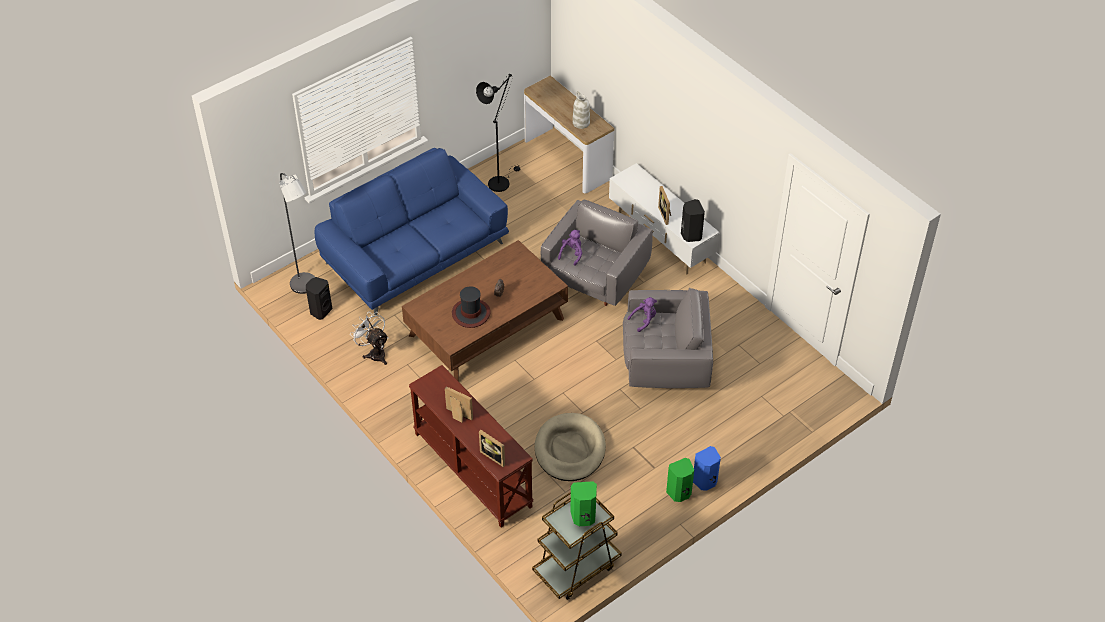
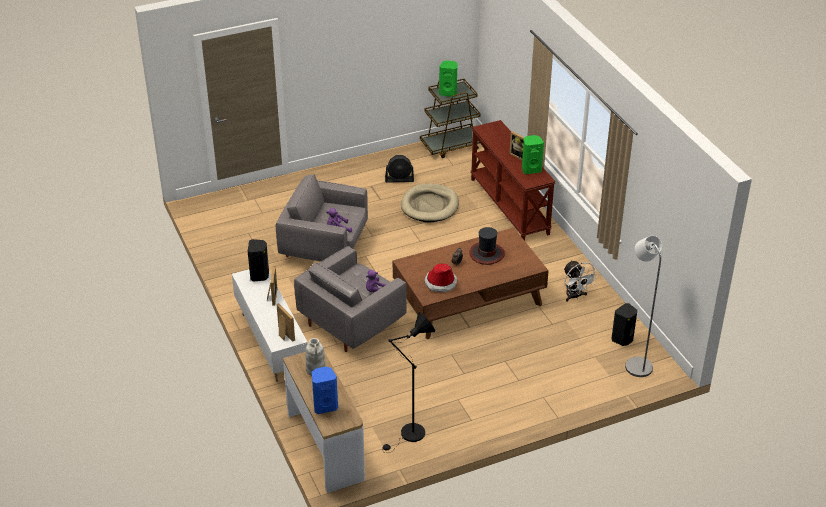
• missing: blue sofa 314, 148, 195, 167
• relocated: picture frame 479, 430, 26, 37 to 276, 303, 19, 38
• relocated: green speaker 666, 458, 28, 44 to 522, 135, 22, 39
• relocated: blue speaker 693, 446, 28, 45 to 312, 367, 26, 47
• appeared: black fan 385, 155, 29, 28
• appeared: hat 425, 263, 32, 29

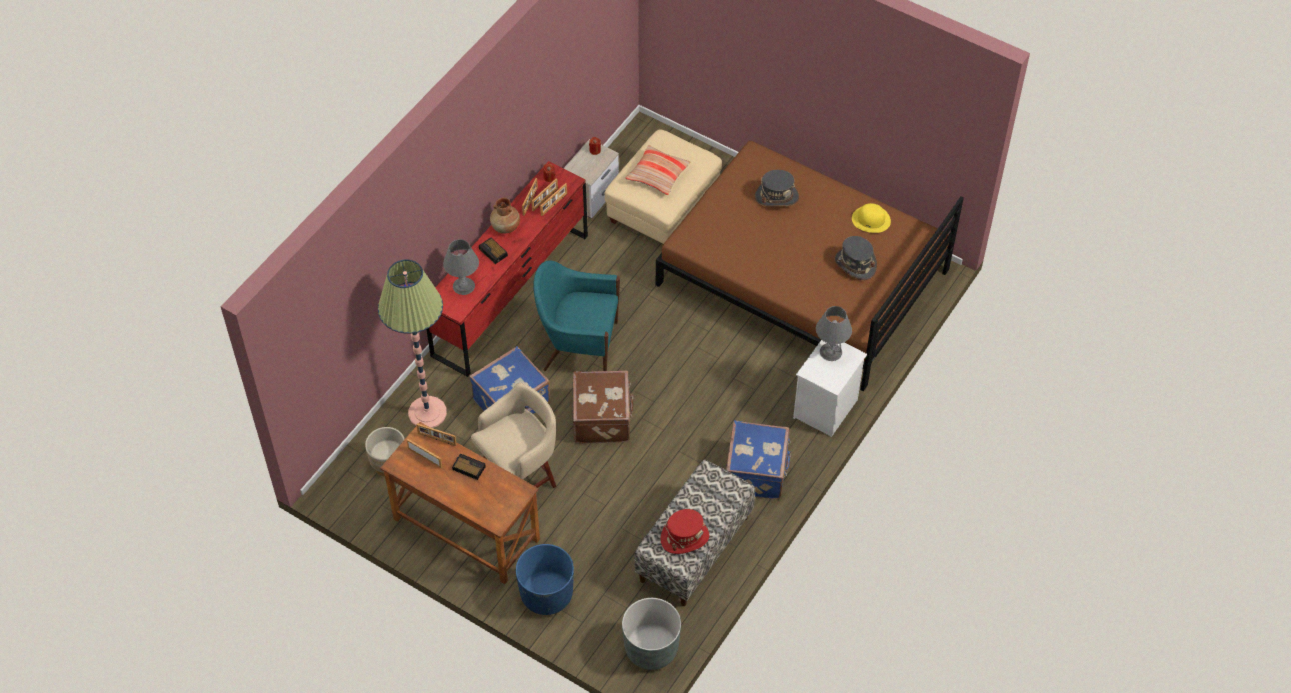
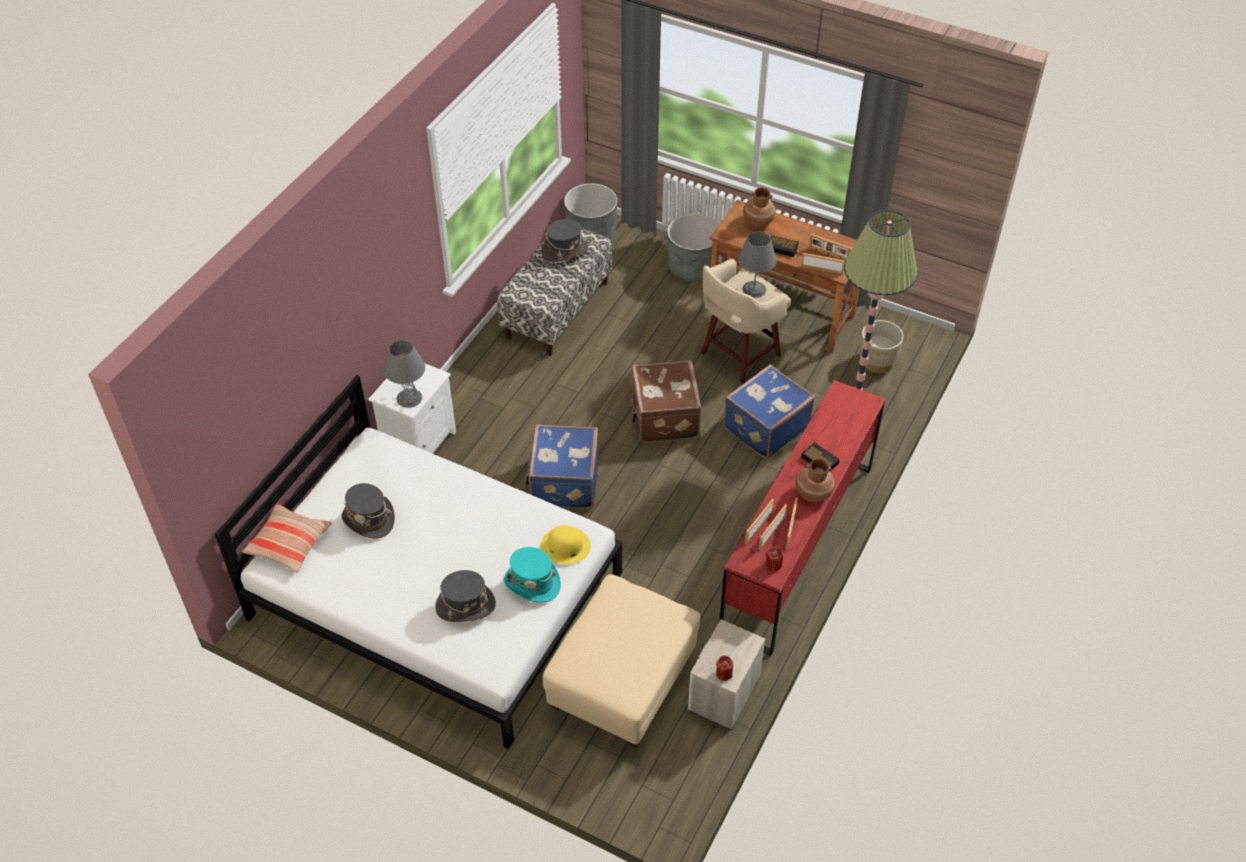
• relocated: grey table lamp 443, 239, 36, 56 to 738, 232, 39, 66
• colour: blue planter 516, 544, 58, 71 to grey planter 667, 214, 52, 68
• missing: turquoise armchair 533, 260, 87, 111
• relocated: pillow 625, 145, 65, 50 to 242, 504, 90, 69
• colour: brown bed 656, 141, 308, 250 to white bed 215, 375, 407, 374
• colour: red hat 660, 509, 49, 45 to grey hat 541, 219, 47, 43
• relocated: blue suitcase 726, 420, 66, 79 to 525, 424, 74, 85
• relocated: yellow hat 852, 203, 39, 30 to 540, 525, 51, 39
• appeared: turquoise hat 504, 547, 57, 55
• appeared: brown vase 743, 187, 33, 40

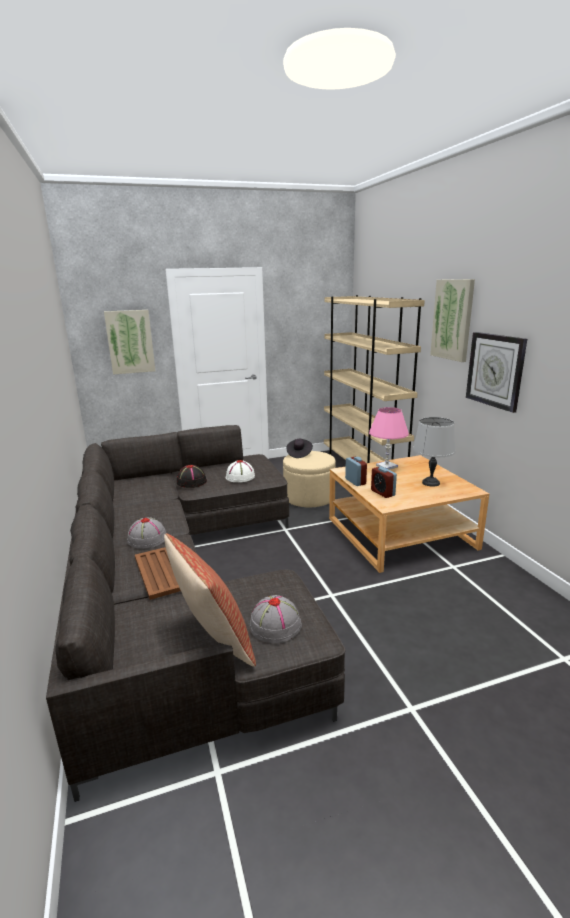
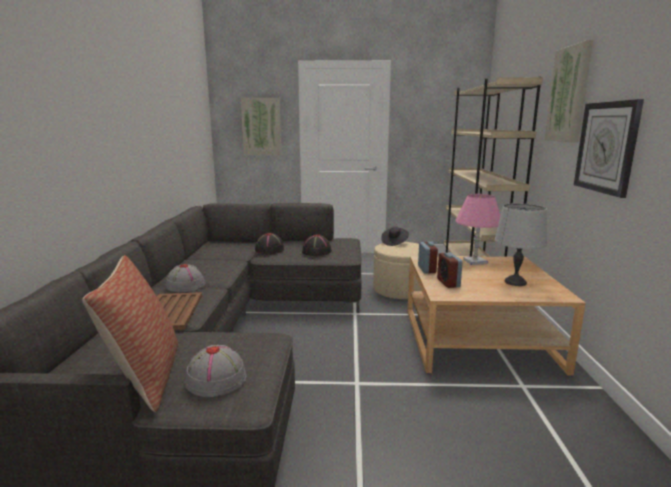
• colour: white hat 226, 460, 29, 22 to black hat 302, 234, 30, 22

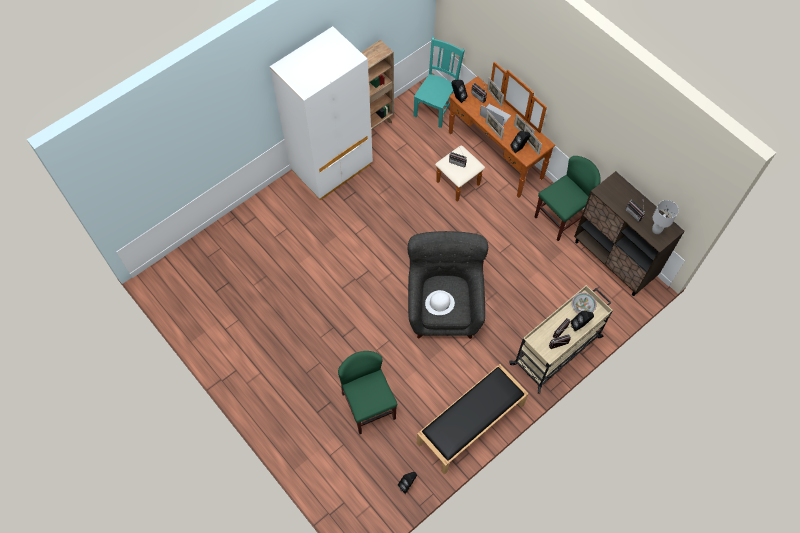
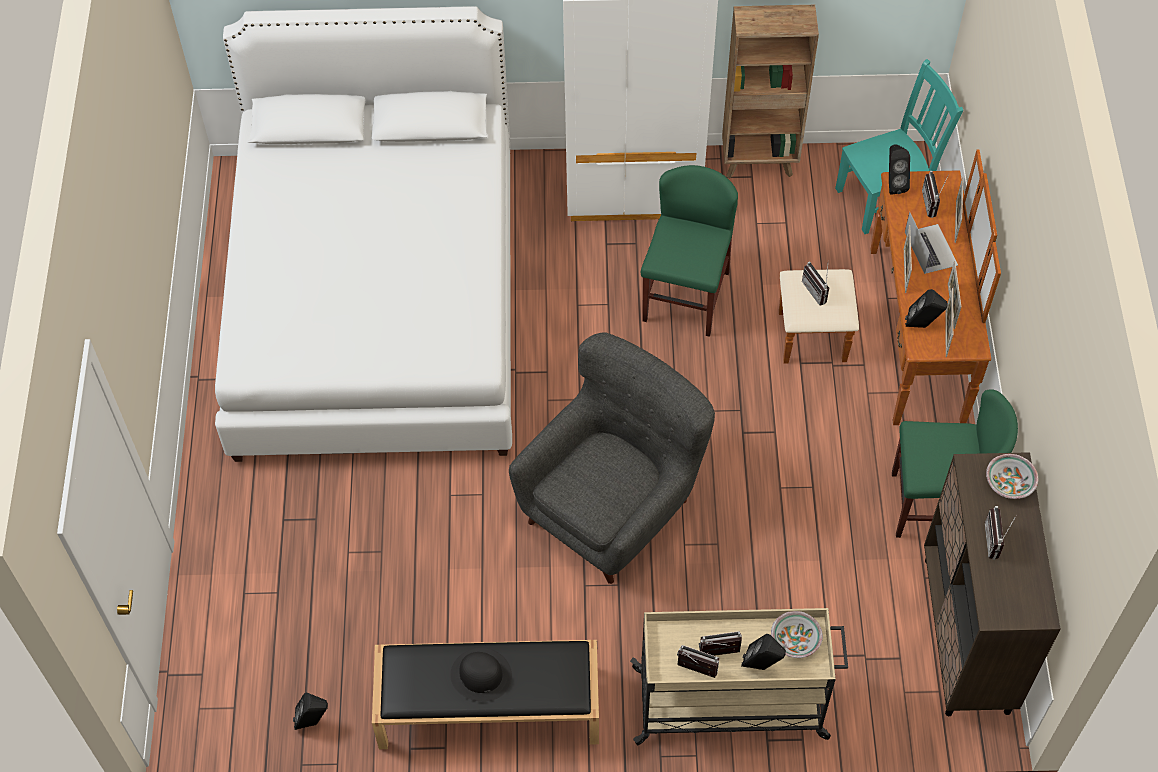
• relocated: green chair 338, 351, 59, 83 to 641, 165, 97, 172
• missing: white hat 425, 290, 30, 25
• missing: white table lamp 652, 200, 27, 34
• appeared: white bed 215, 6, 297, 456
• appeared: black hat 450, 648, 62, 54
• appeared: bowl 986, 454, 52, 45

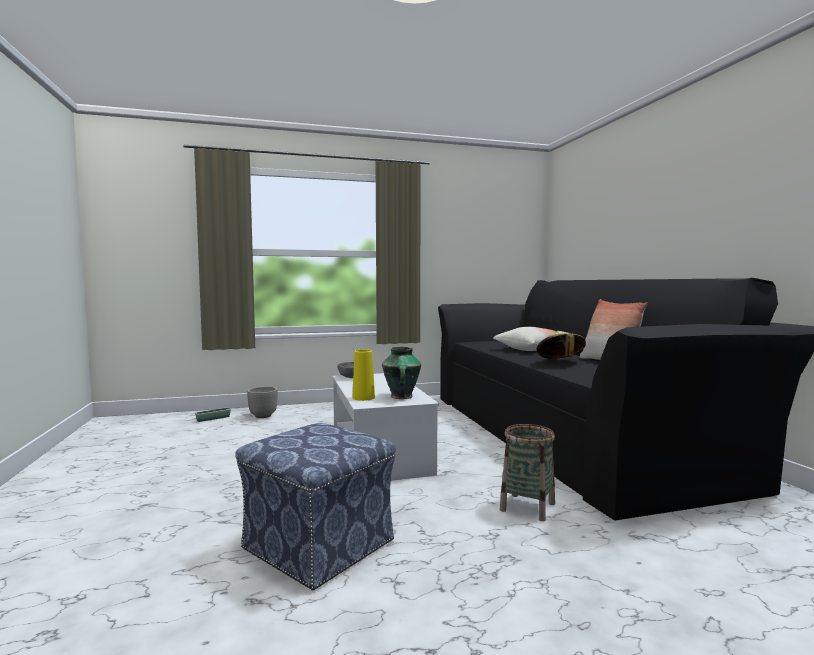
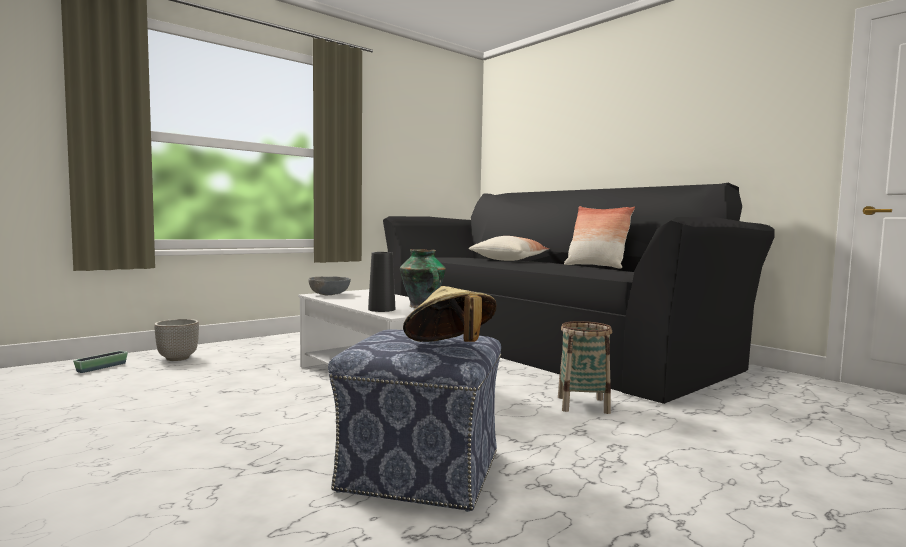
• colour: yellow vase 352, 350, 23, 51 to black vase 368, 252, 27, 60
• relocated: beige hat 537, 331, 49, 28 to 403, 286, 94, 56

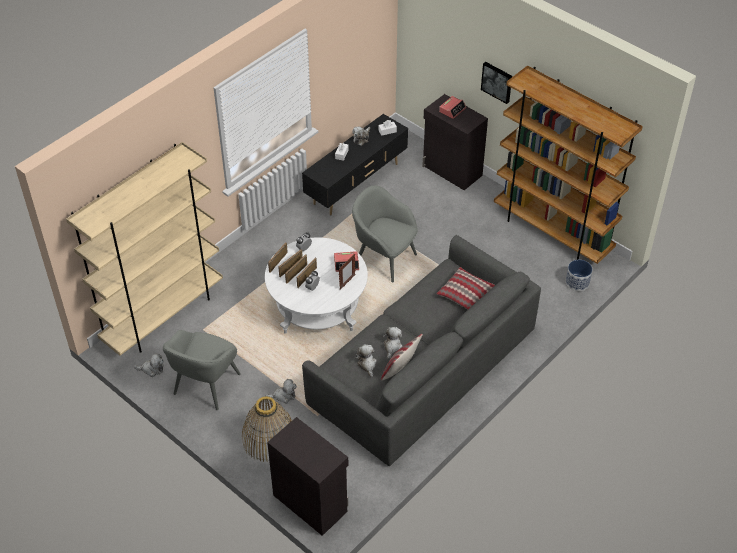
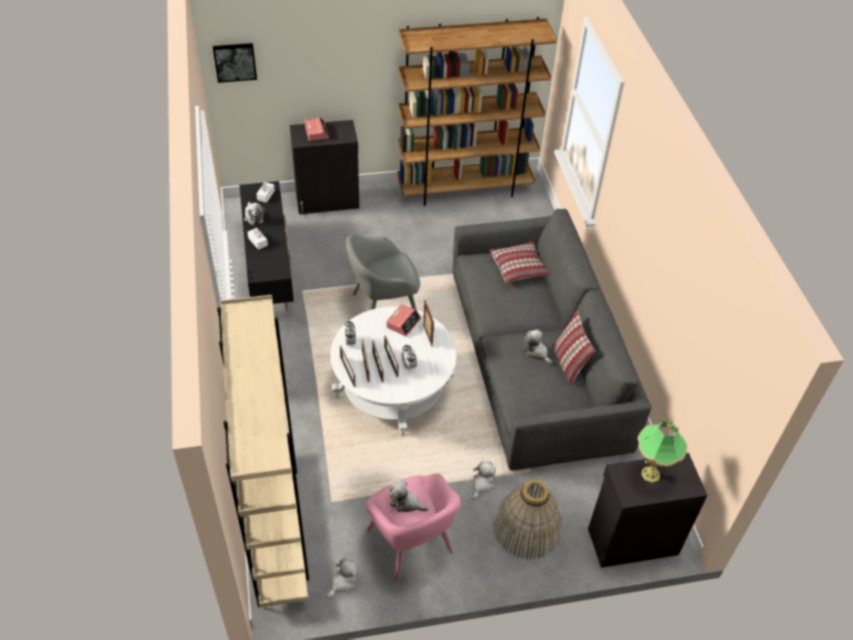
• colour: grey armchair 163, 330, 78, 80 to pink armchair 366, 474, 95, 108
• relocated: plush toy 355, 344, 22, 34 to 389, 480, 40, 32
• relocated: picture 481, 62, 31, 42 to 213, 43, 44, 40
• missing: planter 566, 260, 26, 31
• appeared: table lamp 637, 421, 50, 62

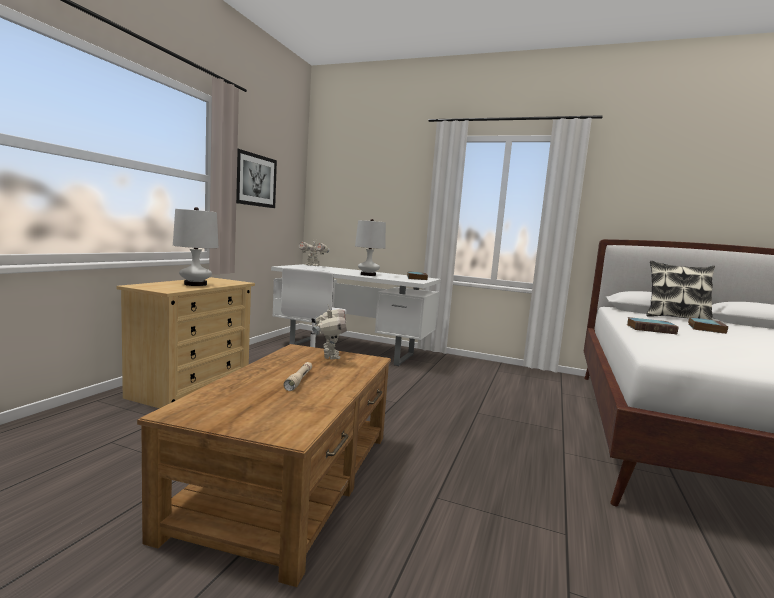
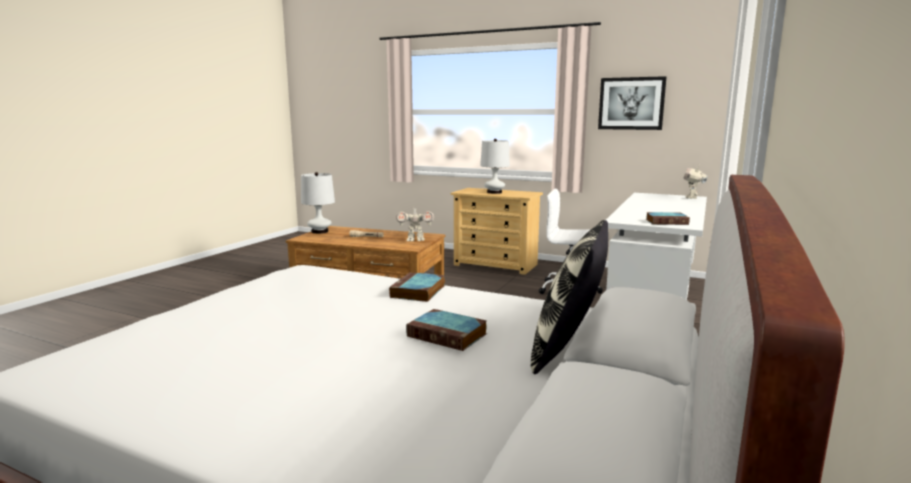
• relocated: white table lamp 355, 219, 31, 57 to 301, 172, 34, 62

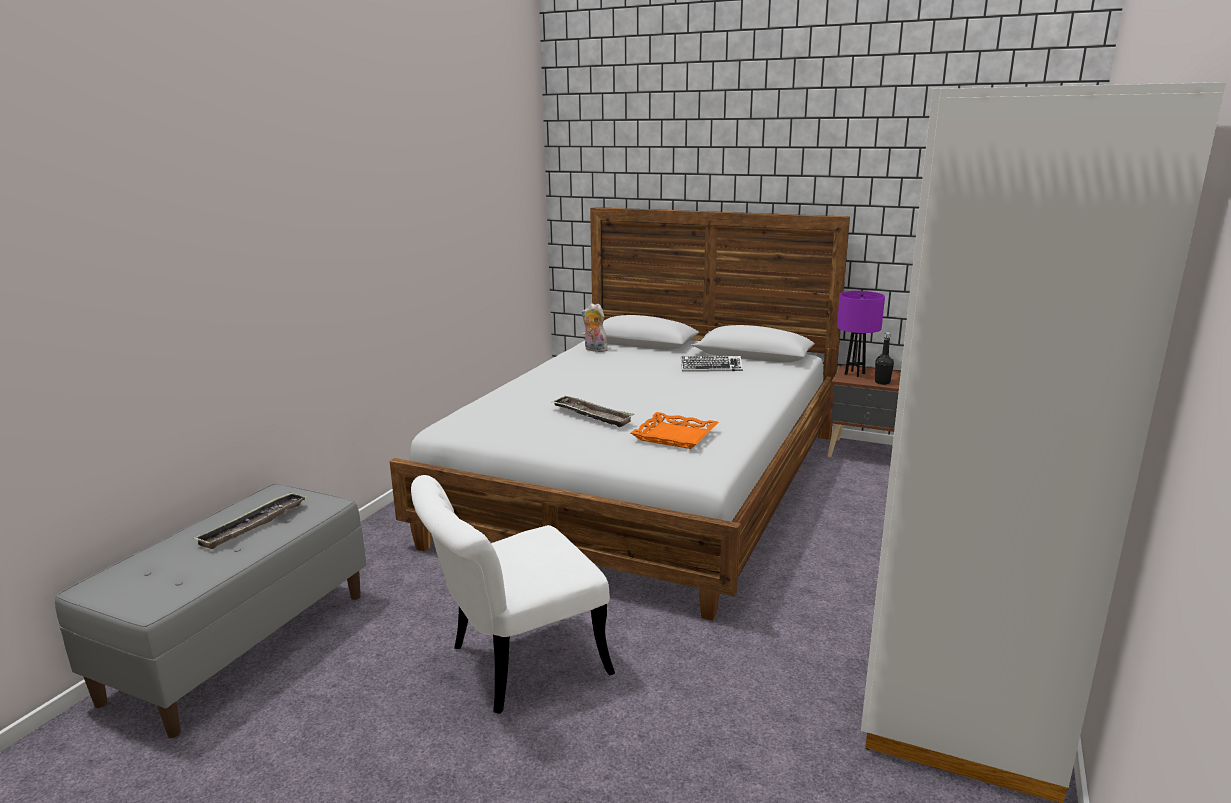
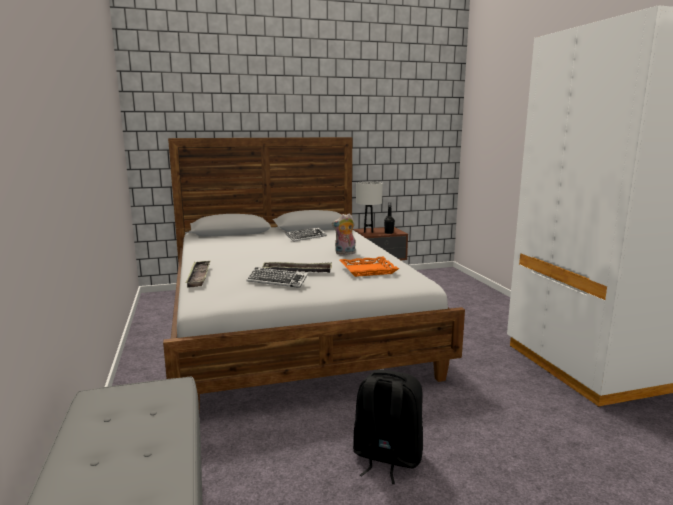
• relocated: tray 194, 492, 112, 57 to 185, 260, 26, 27
• exchanged: white chair 411, 475, 204, 239 to black backpack 353, 370, 70, 114
• relocated: plush toy 581, 303, 27, 49 to 332, 214, 24, 41
• colour: purple table lamp 837, 291, 48, 86 to white table lamp 356, 181, 27, 52
• appeared: keyboard 247, 267, 61, 21

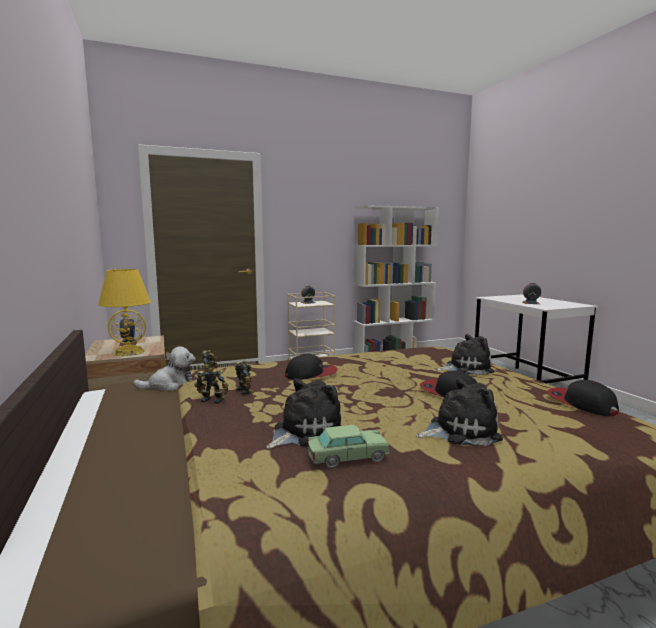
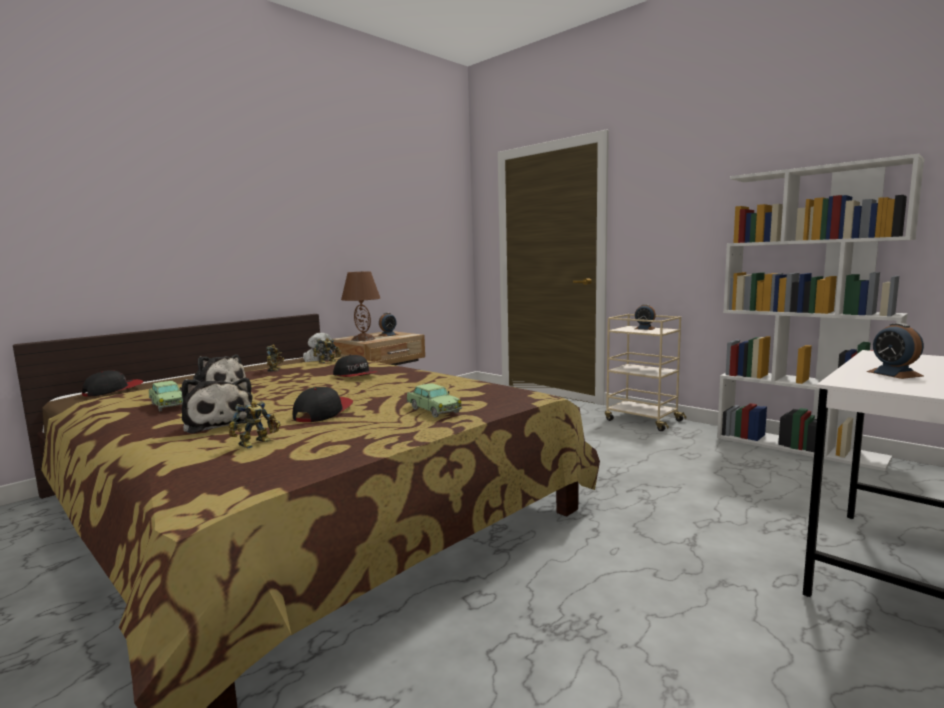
• colour: yellow table lamp 98, 269, 53, 87 to brown table lamp 341, 271, 39, 70
• relocated: toy robot 235, 360, 19, 35 to 228, 401, 52, 47
• exchanged: plush toy 436, 334, 58, 41 to toy car 407, 383, 55, 35
• relocated: cap 547, 380, 72, 36 to 82, 370, 61, 27

